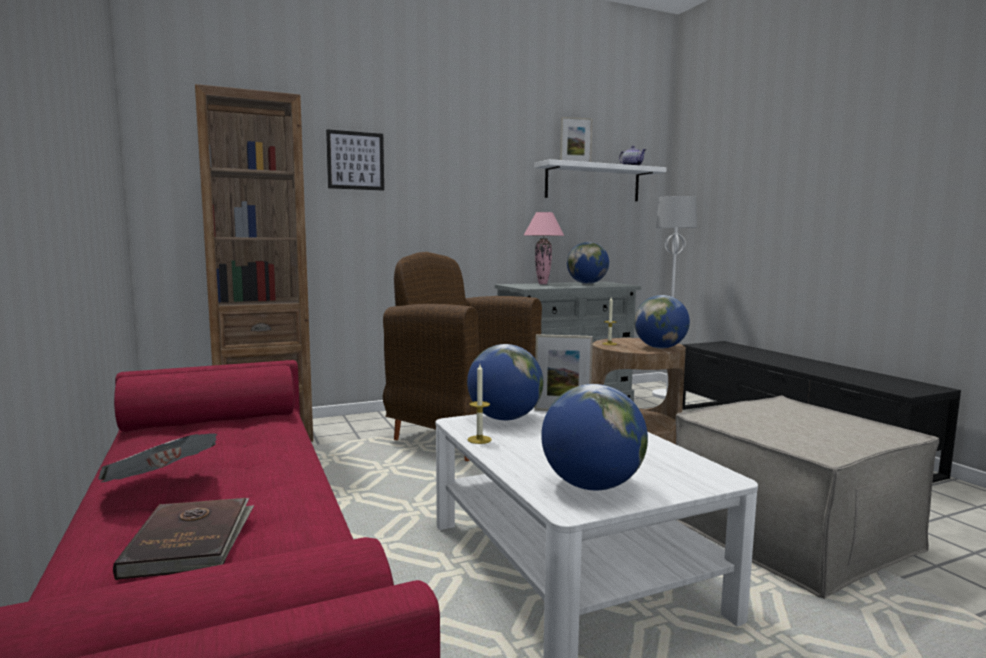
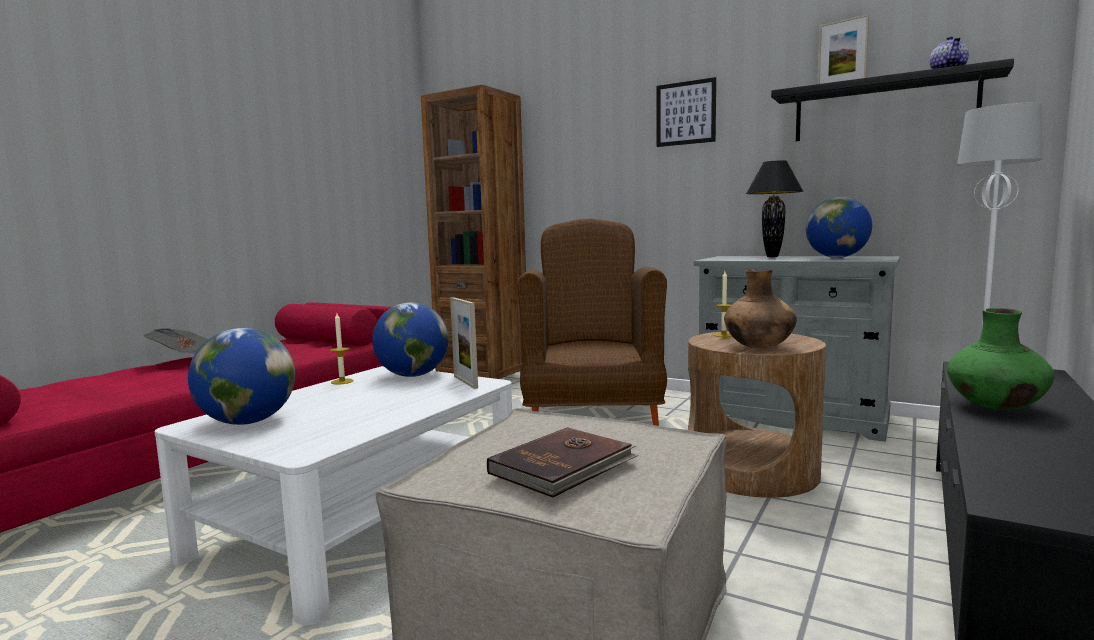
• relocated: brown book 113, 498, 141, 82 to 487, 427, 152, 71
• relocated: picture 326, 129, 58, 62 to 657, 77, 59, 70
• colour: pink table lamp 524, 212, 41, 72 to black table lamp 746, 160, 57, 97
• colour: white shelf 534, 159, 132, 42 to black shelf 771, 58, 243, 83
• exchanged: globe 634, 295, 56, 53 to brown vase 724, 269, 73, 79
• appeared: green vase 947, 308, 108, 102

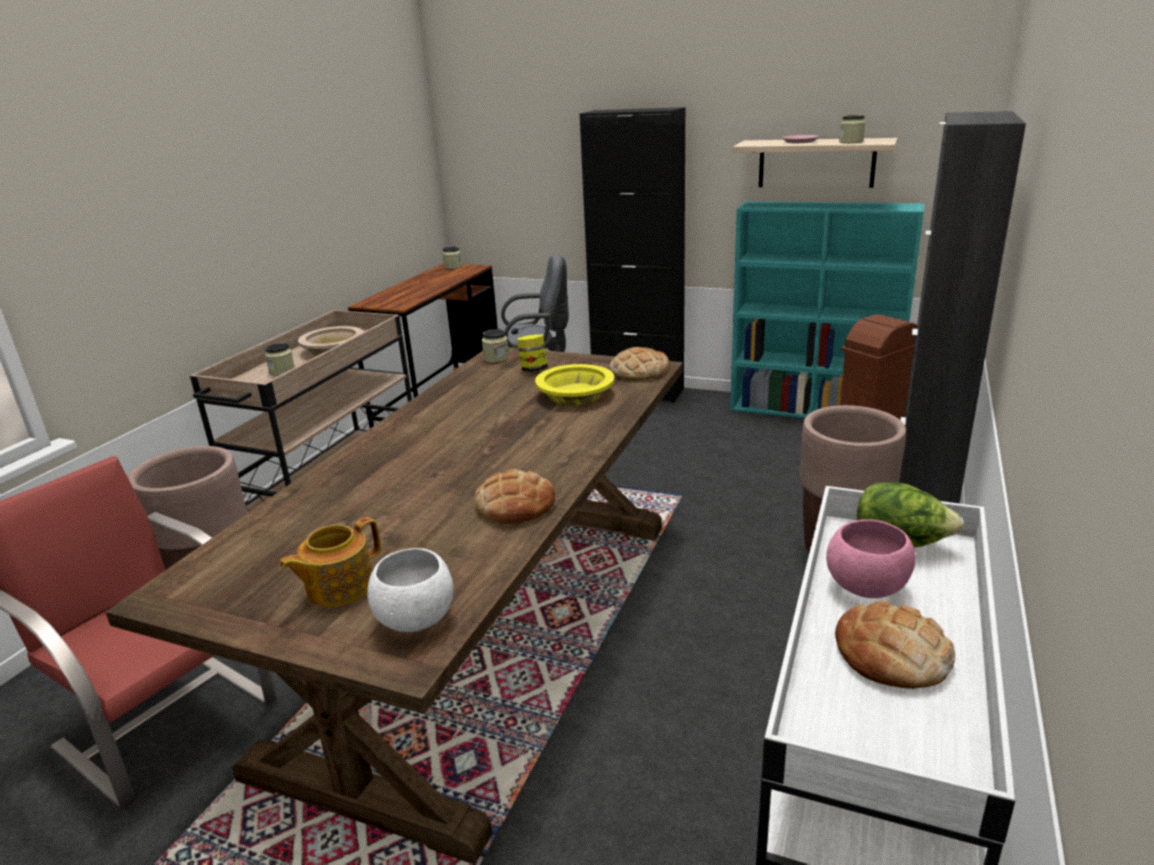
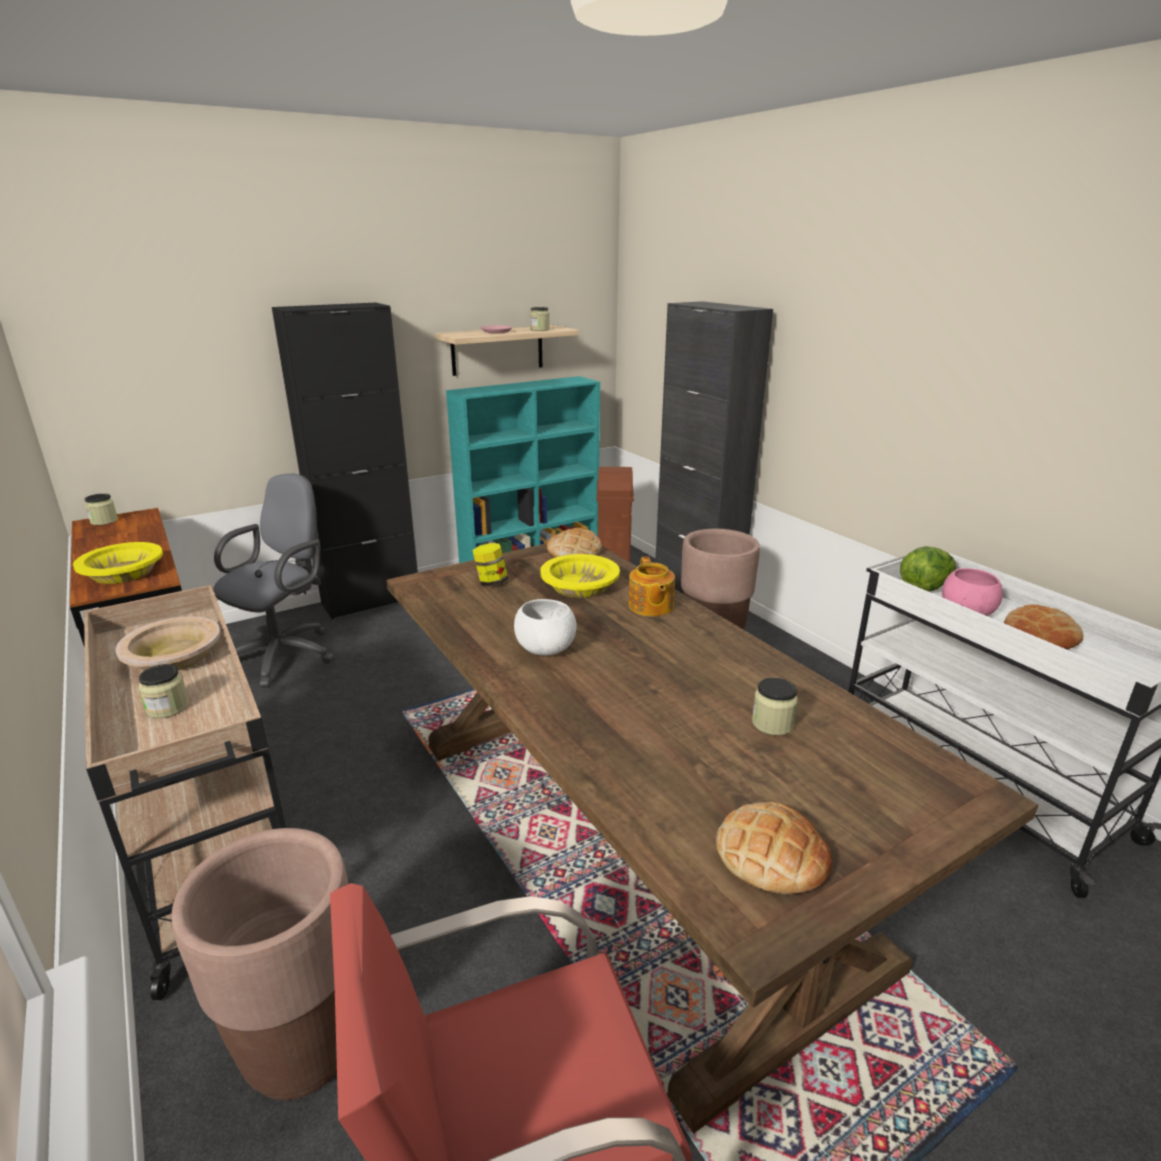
• relocated: teapot 279, 517, 102, 90 to 628, 557, 47, 60
• relocated: white bowl 367, 548, 86, 84 to 514, 599, 62, 57
• relocated: bread 474, 469, 81, 55 to 716, 802, 116, 92
• relocated: jar 481, 329, 28, 34 to 752, 678, 46, 57
• appeared: yellow bowl 73, 542, 90, 42

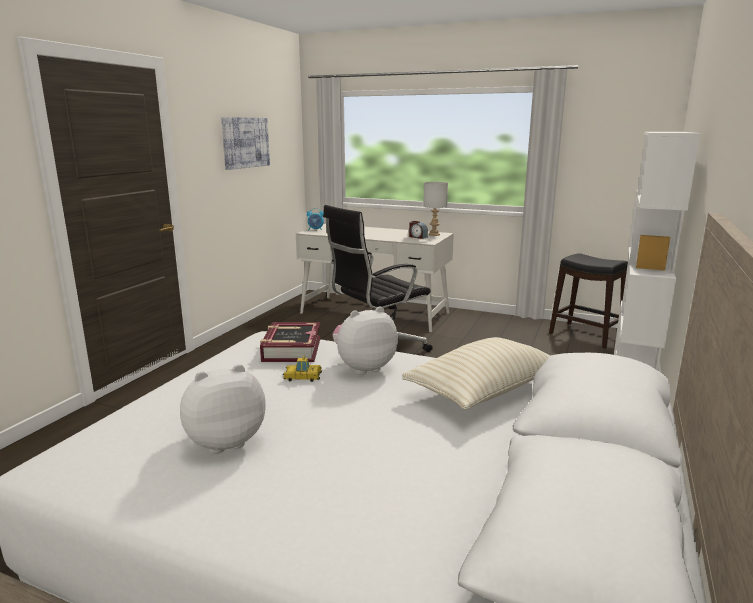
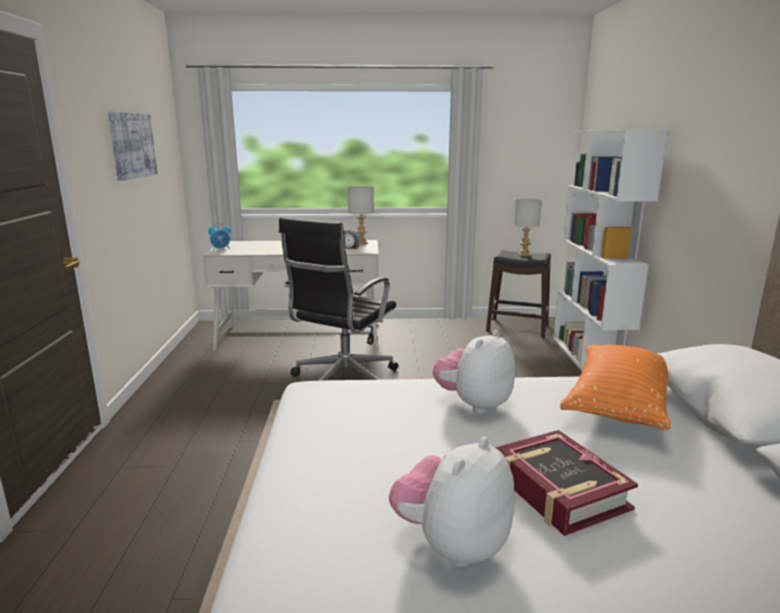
• relocated: book 260, 322, 61, 40 to 495, 430, 143, 106
• missing: toy car 283, 355, 39, 27
• colour: beige pillow 402, 337, 149, 73 to orange pillow 560, 345, 111, 85
• appeared: grey table lamp 514, 199, 28, 57

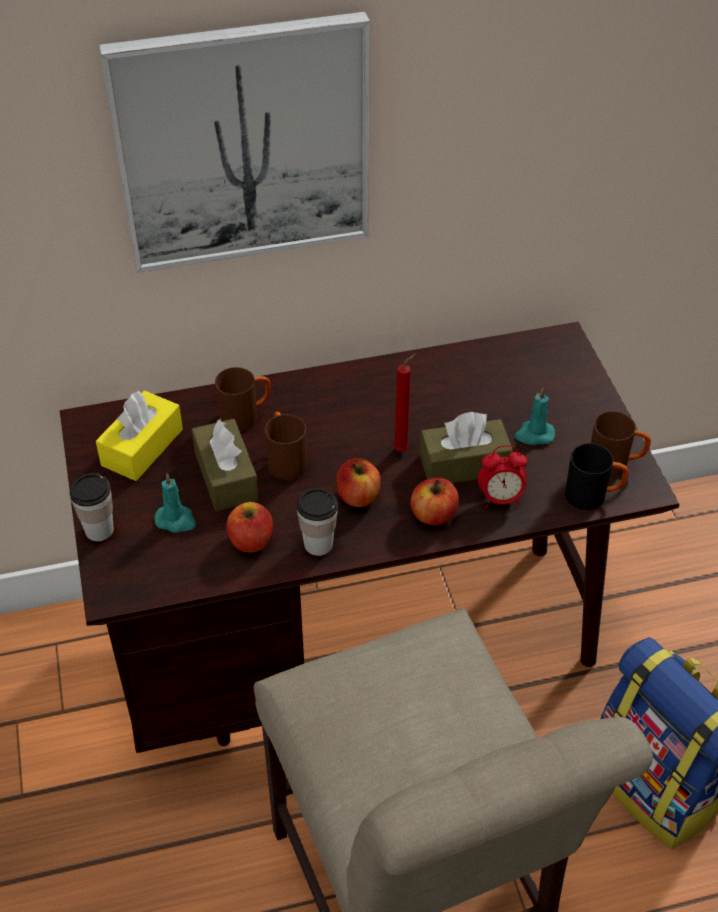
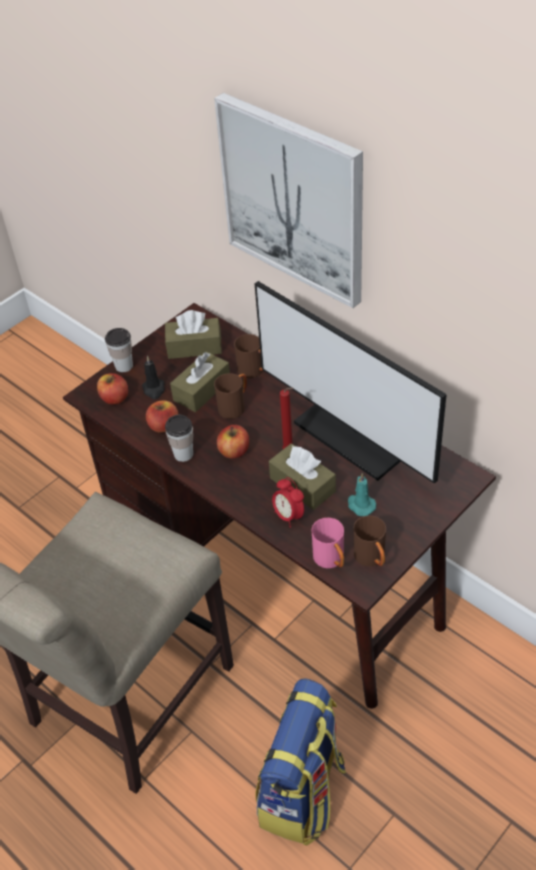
• colour: yellow tissue box 96, 391, 87, 90 to brown tissue box 165, 310, 57, 49
• colour: turquoise candle 155, 474, 41, 59 to black candle 142, 356, 23, 43
• relocated: apple 410, 477, 49, 48 to 97, 373, 31, 31
• colour: black mug 565, 443, 64, 67 to pink mug 312, 518, 32, 50
• appeared: monitor 254, 281, 193, 203

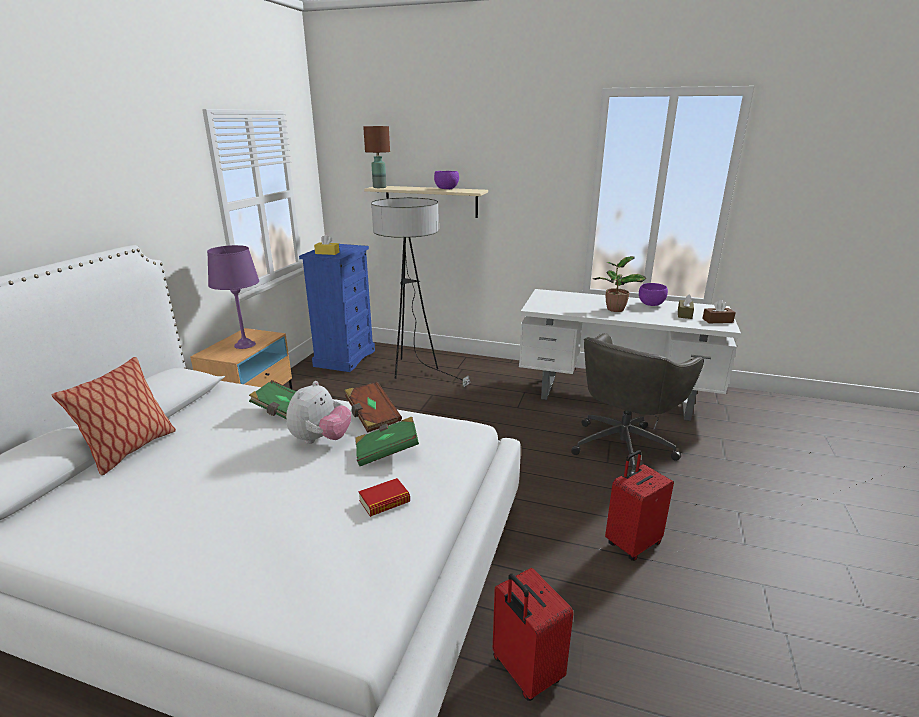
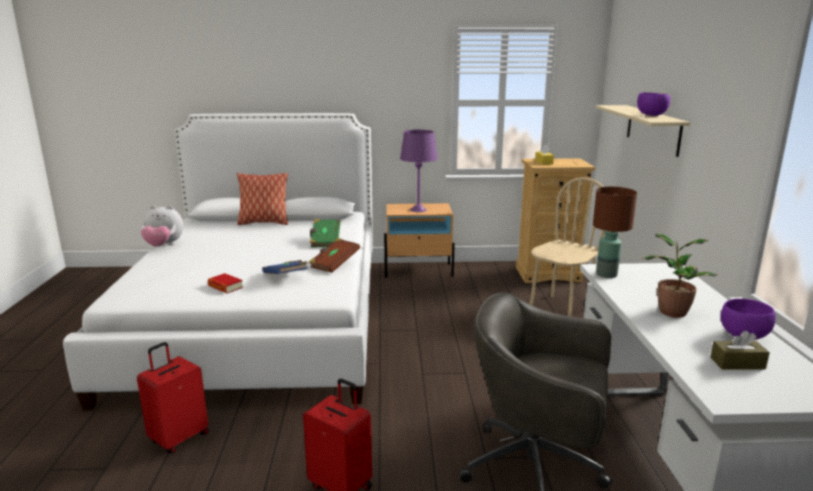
• relocated: plush toy 286, 381, 65, 63 to 141, 206, 43, 41
• colour: blue dresser 299, 244, 76, 128 to beige dresser 516, 158, 79, 125
• colour: green book 355, 416, 64, 50 to blue book 262, 260, 46, 14
• relocated: brown table lamp 363, 126, 27, 62 to 593, 187, 44, 91
• exchanged: floor lamp 371, 198, 101, 189 to beige chair 530, 177, 75, 139
• missing: brown tissue box 702, 300, 34, 23

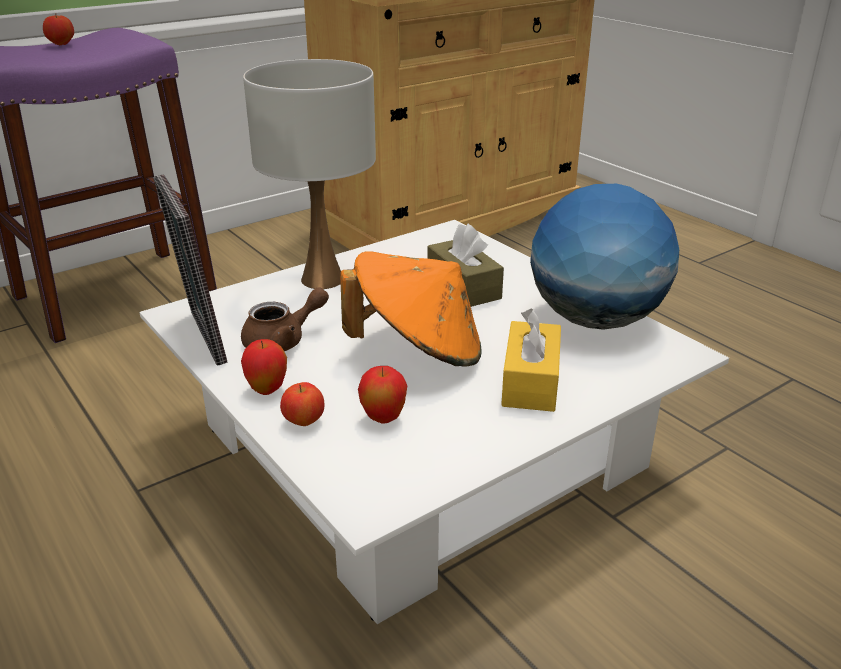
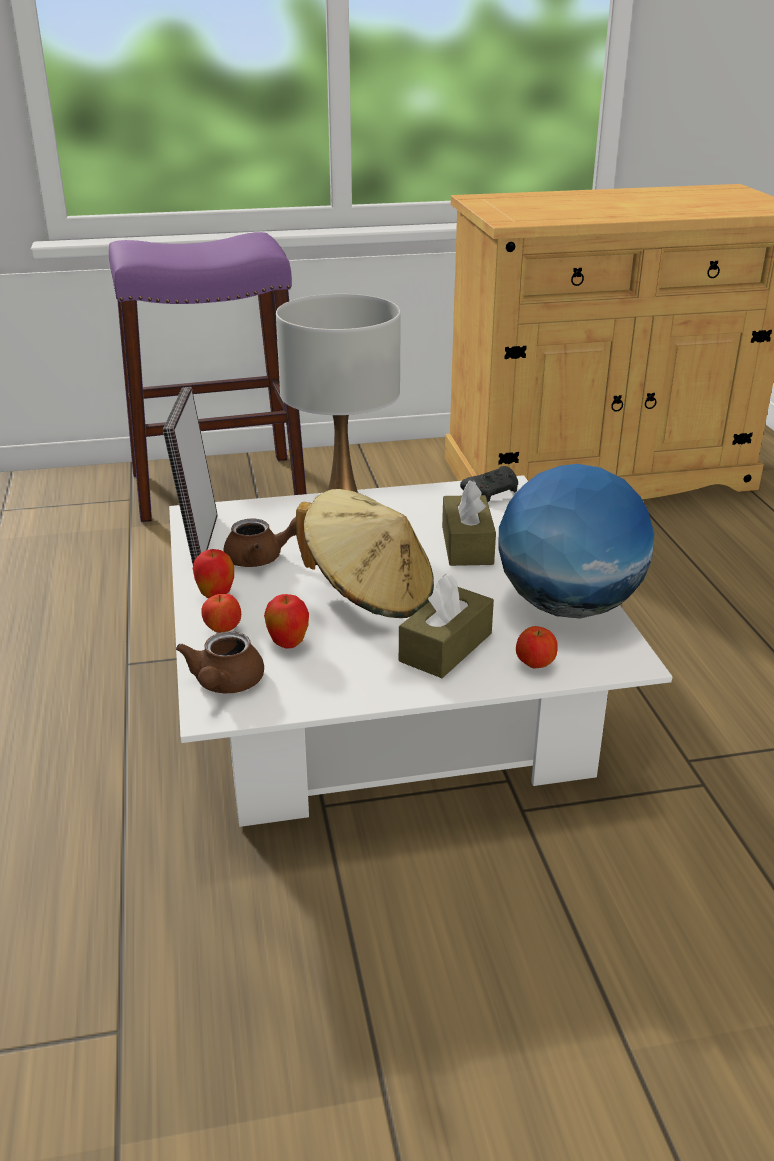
• relocated: apple 43, 13, 31, 32 to 516, 626, 41, 43
• colour: orange hat 340, 251, 142, 116 to beige hat 296, 489, 138, 129
• colour: yellow tissue box 501, 308, 60, 104 to brown tissue box 399, 574, 95, 104
• appeared: brown teapot 176, 632, 88, 61
• appeared: black game controller 460, 466, 58, 36

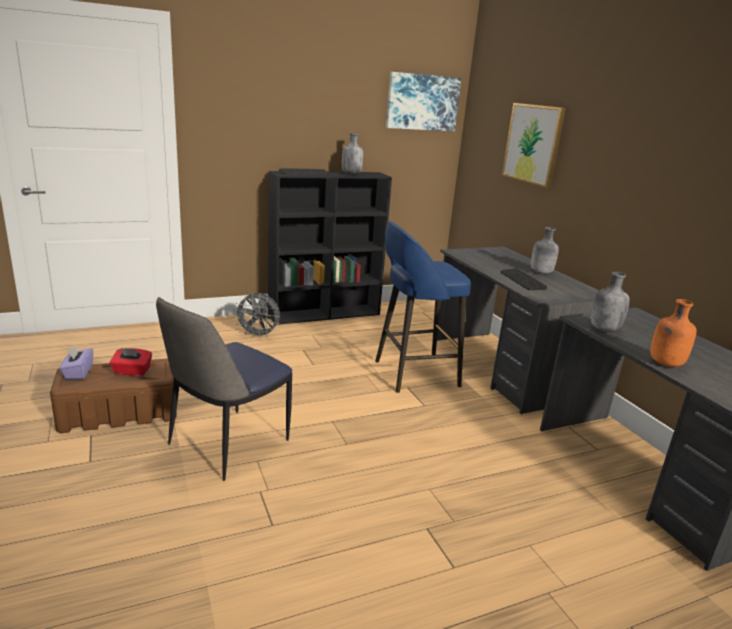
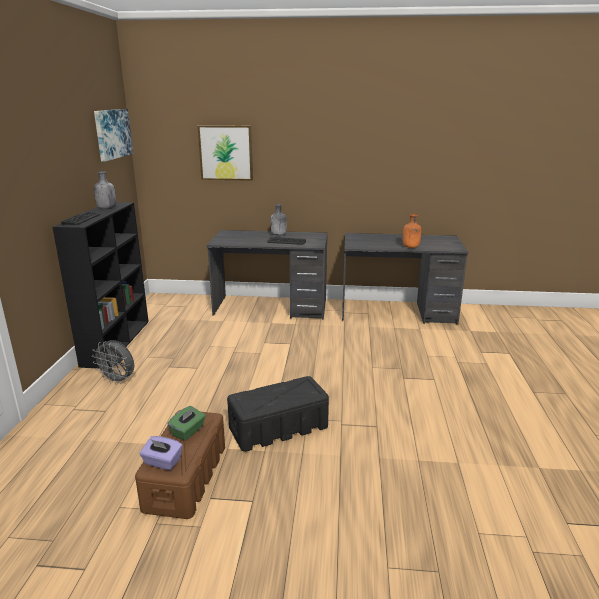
• colour: red tissue box 110, 348, 42, 28 to green tissue box 168, 406, 38, 35
• exchanged: chair 156, 297, 136, 184 to black storage box 227, 376, 102, 76
• spun: grey fan 234, 293, 46, 46 = 92, 340, 42, 45 75 degrees clockwise
• missing: blue stool 375, 221, 96, 172
• missing: grey bottle 591, 272, 38, 60

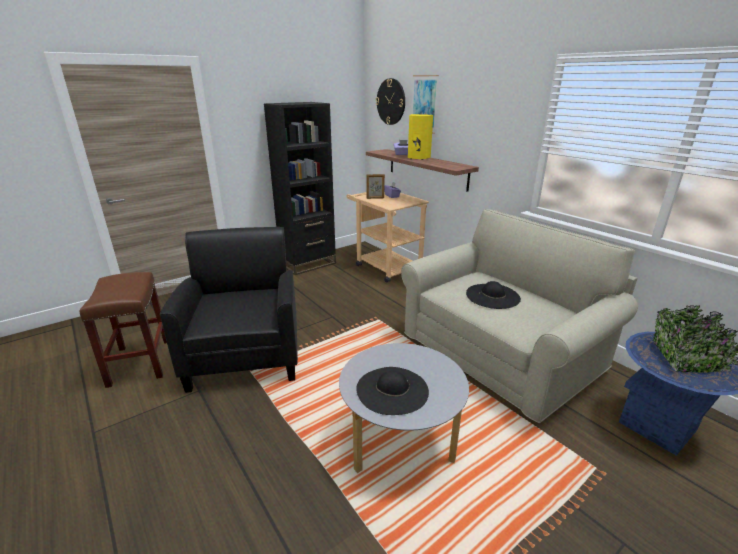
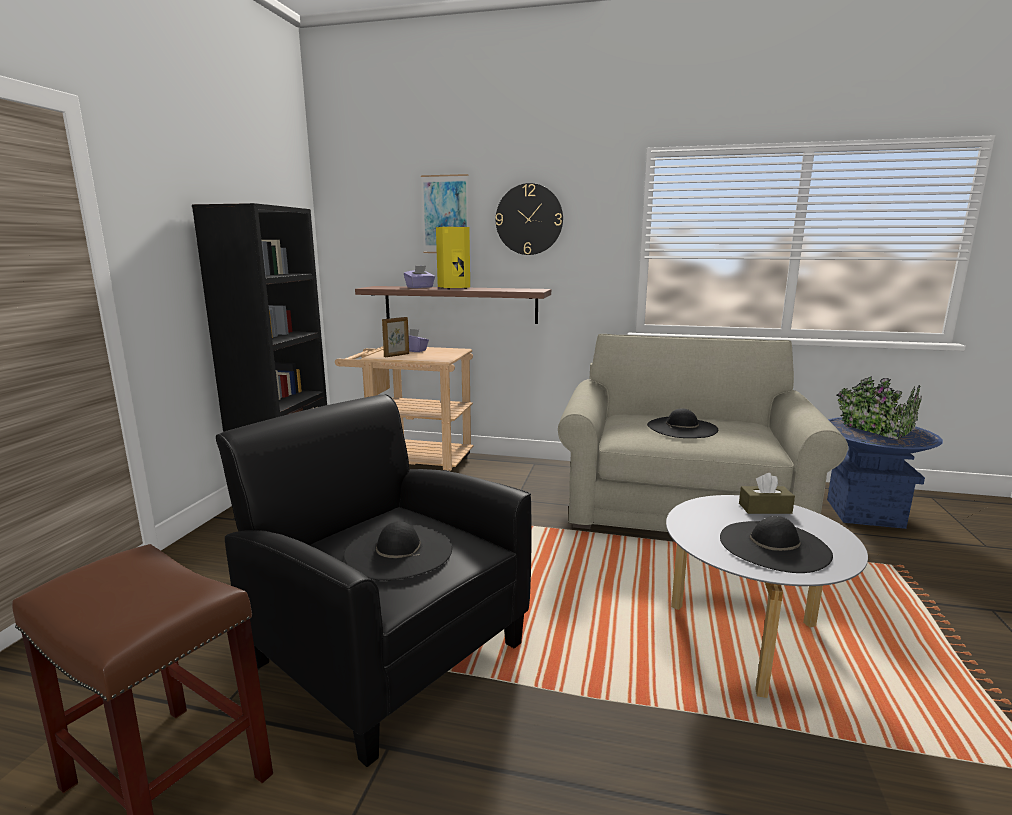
• relocated: wall clock 376, 78, 29, 47 to 496, 183, 67, 72
• appeared: black hat 343, 521, 109, 59
• appeared: brown tissue box 739, 473, 56, 41

